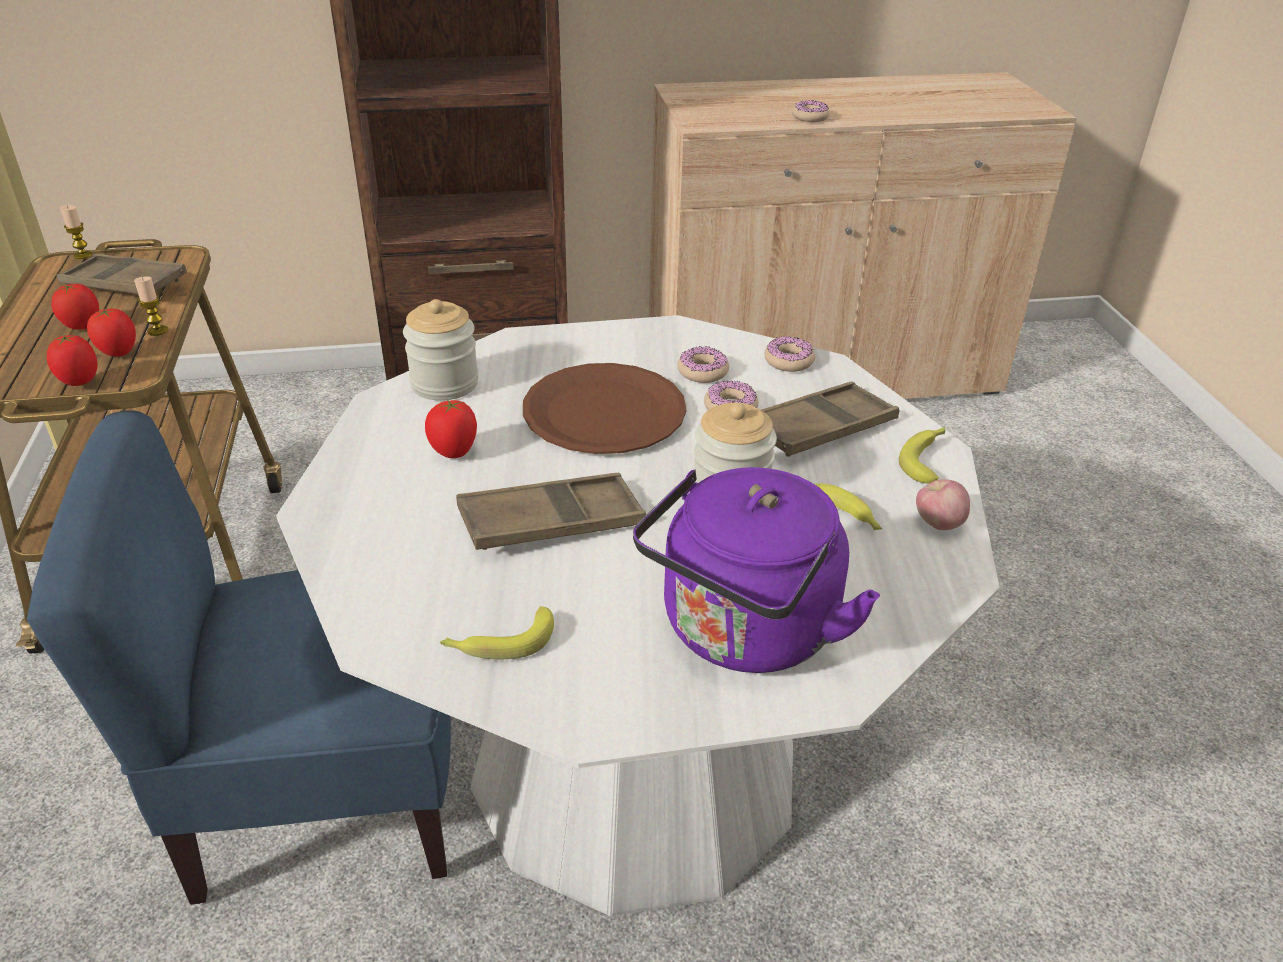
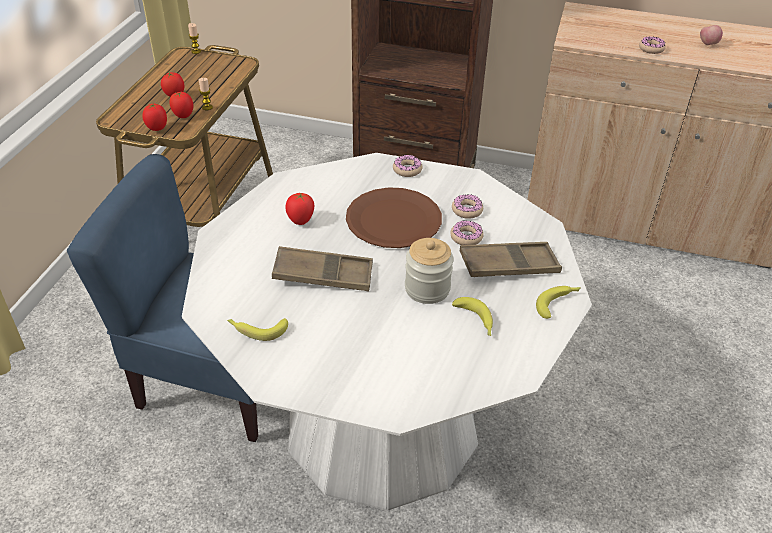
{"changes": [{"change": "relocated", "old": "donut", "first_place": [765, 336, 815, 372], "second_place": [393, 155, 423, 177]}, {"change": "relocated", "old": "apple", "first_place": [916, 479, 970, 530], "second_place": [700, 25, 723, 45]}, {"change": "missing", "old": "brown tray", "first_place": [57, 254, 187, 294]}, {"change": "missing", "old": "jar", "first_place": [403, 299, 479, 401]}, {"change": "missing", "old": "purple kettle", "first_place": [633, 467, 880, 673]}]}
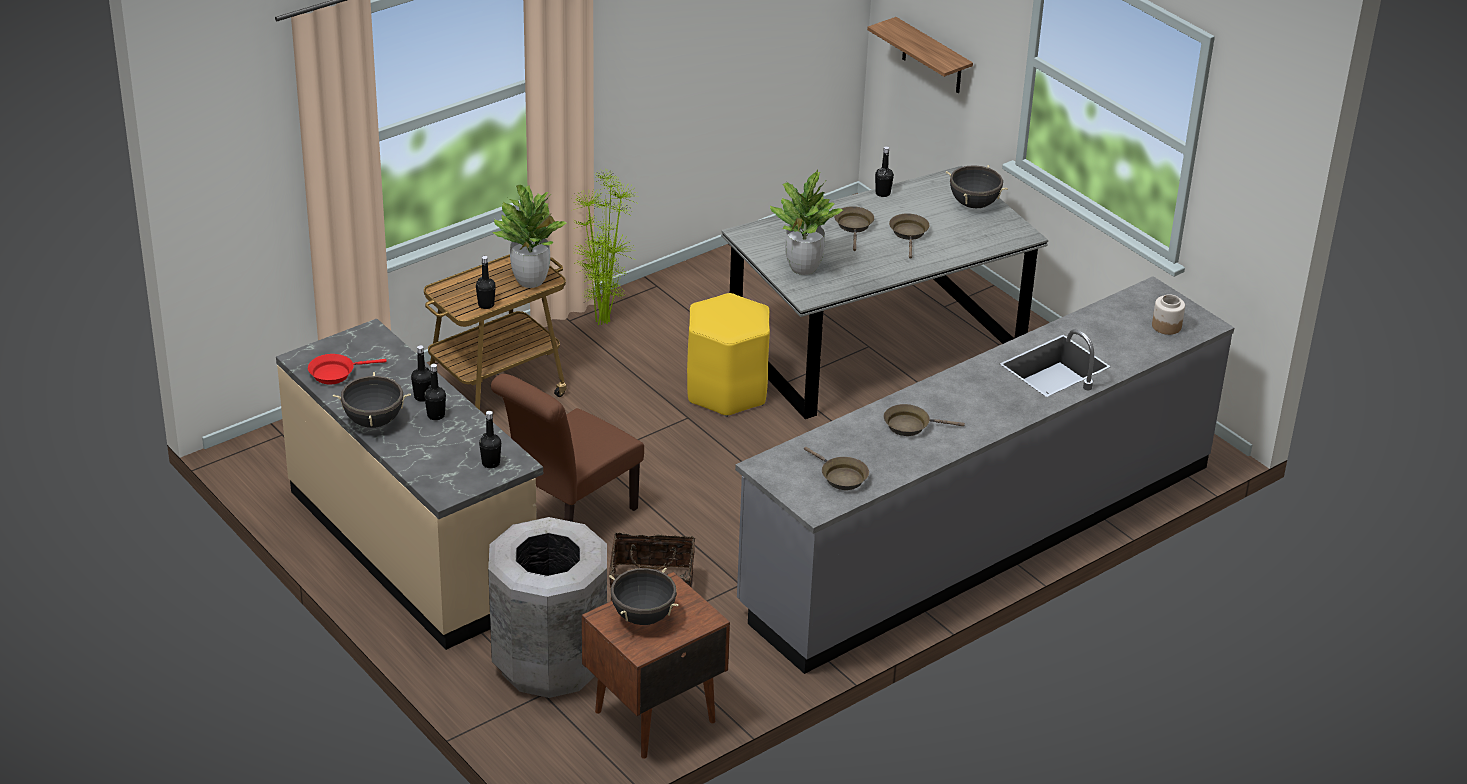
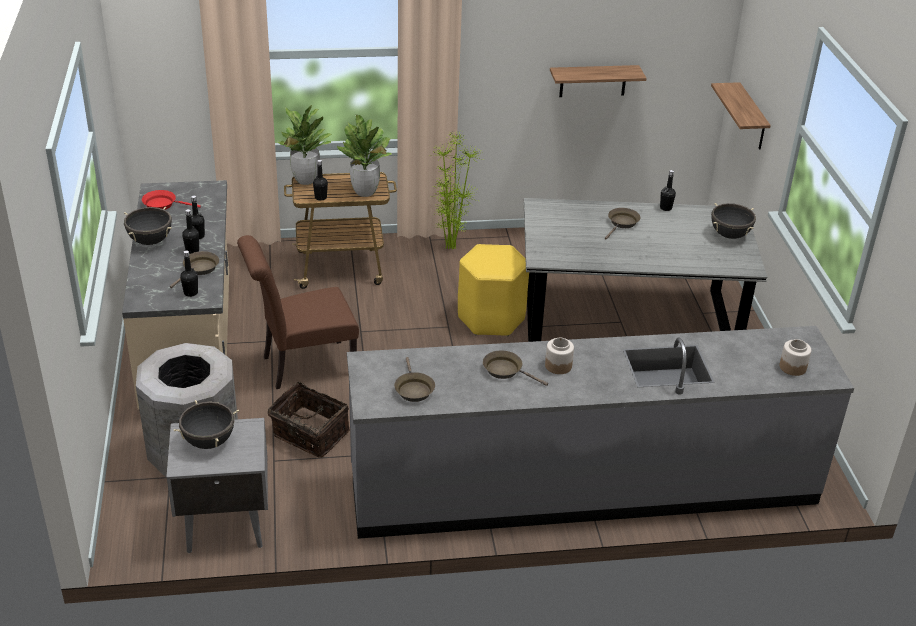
{"changes": [{"change": "colour", "old": "brown nightstand", "new": "grey nightstand", "first_place": [582, 572, 730, 759], "second_place": [166, 418, 268, 553]}, {"change": "relocated", "old": "brown frying pan", "first_place": [889, 213, 930, 259], "second_place": [170, 251, 219, 288]}, {"change": "relocated", "old": "potted plant", "first_place": [770, 170, 844, 275], "second_place": [278, 105, 332, 185]}, {"change": "appeared", "new": "jar", "second_place": [545, 338, 574, 374]}, {"change": "appeared", "new": "shelf", "second_place": [550, 65, 647, 97]}]}
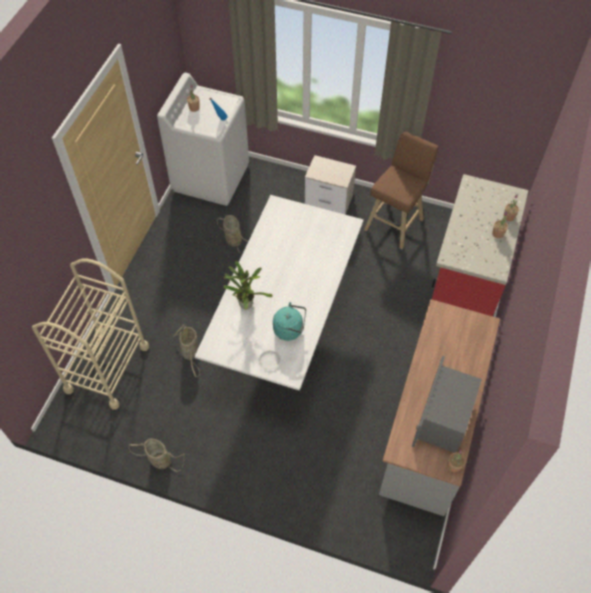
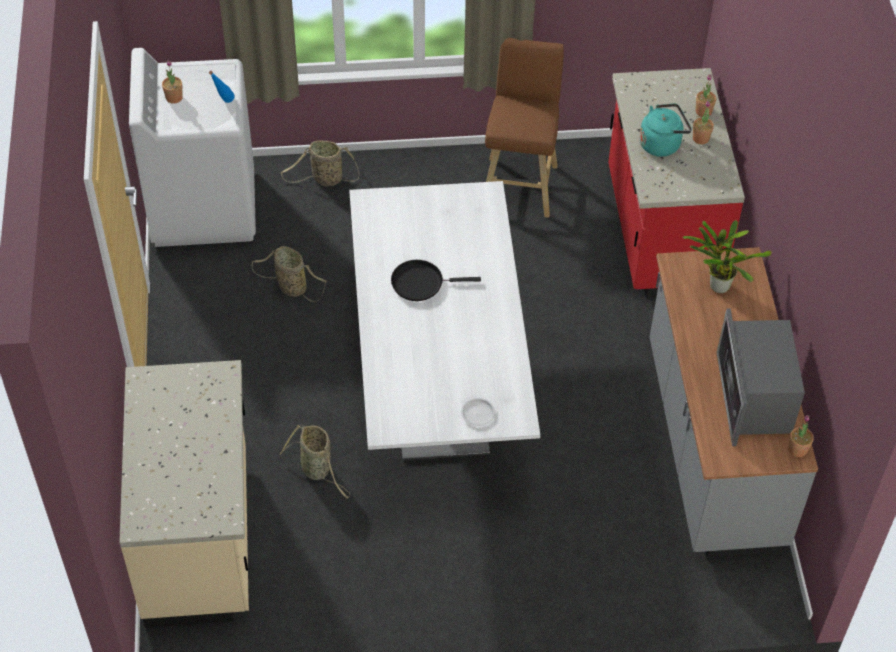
{"changes": [{"change": "exchanged", "old": "beige cart", "new": "beige counter", "first_place": [32, 258, 149, 410], "second_place": [119, 360, 249, 628]}, {"change": "relocated", "old": "basket", "first_place": [129, 439, 185, 471], "second_place": [281, 141, 359, 187]}, {"change": "appeared", "new": "black frying pan", "second_place": [391, 260, 481, 301]}, {"change": "relocated", "old": "turquoise kettle", "first_place": [273, 302, 306, 341], "second_place": [640, 103, 692, 157]}, {"change": "relocated", "old": "potted plant", "first_place": [223, 261, 273, 310], "second_place": [682, 220, 772, 293]}, {"change": "missing", "old": "nightstand", "first_place": [305, 155, 356, 215]}]}
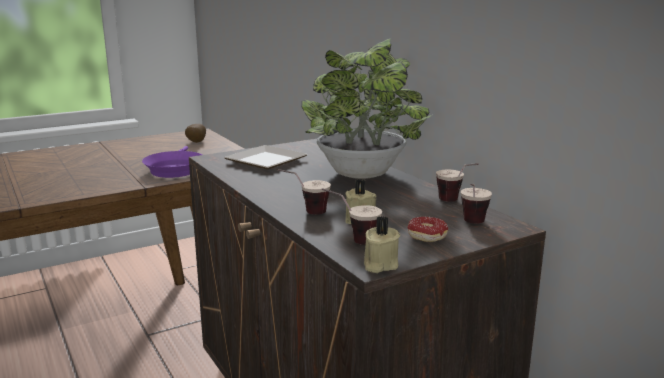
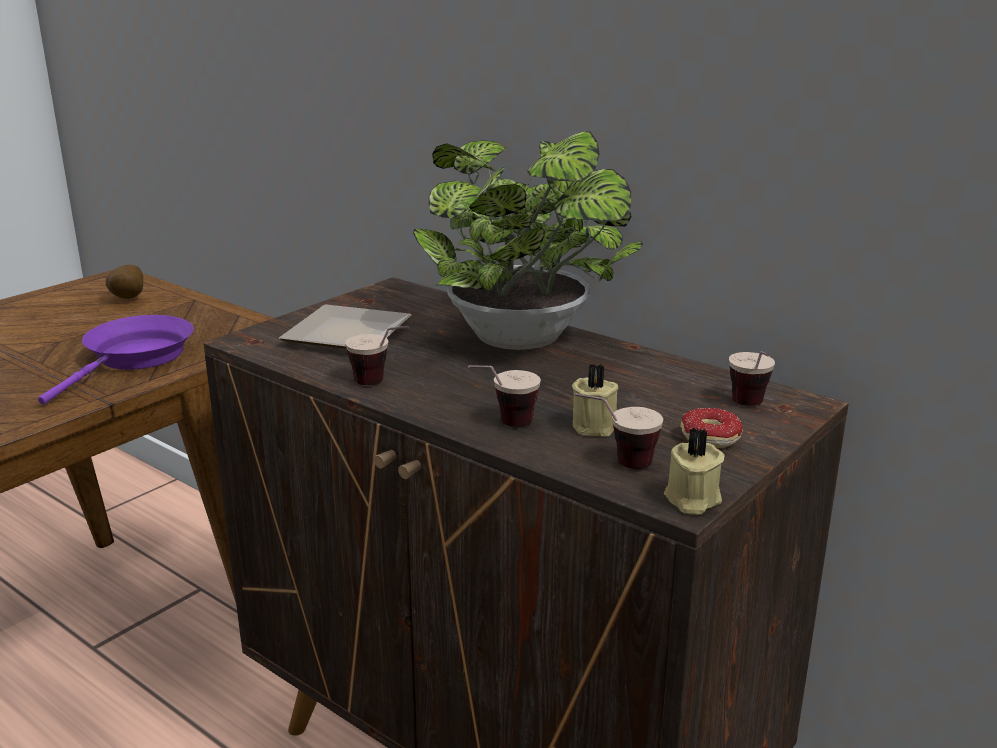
{"changes": [{"change": "spun", "old": "purple frying pan", "first_place": [142, 146, 202, 178], "second_place": [38, 315, 194, 405], "degrees": -135}, {"change": "relocated", "old": "cup", "first_place": [436, 163, 479, 202], "second_place": [345, 326, 409, 385]}]}
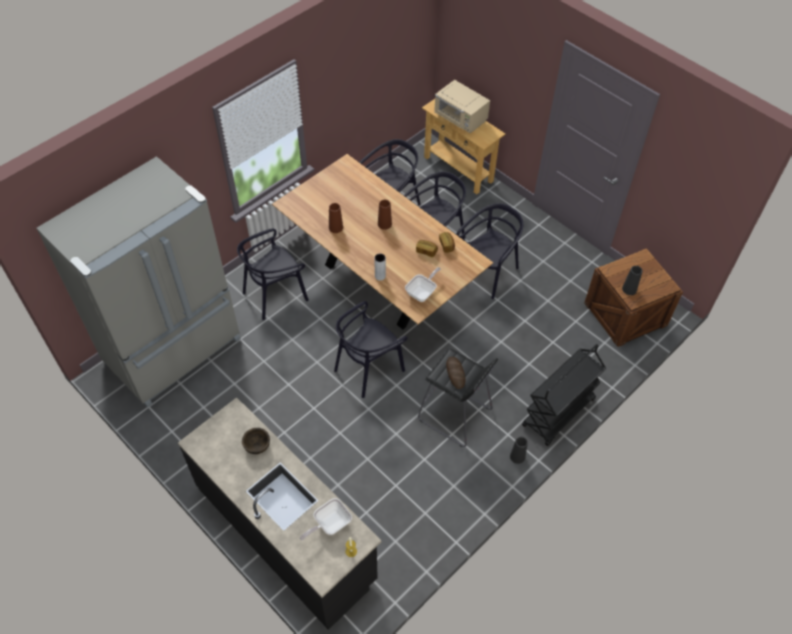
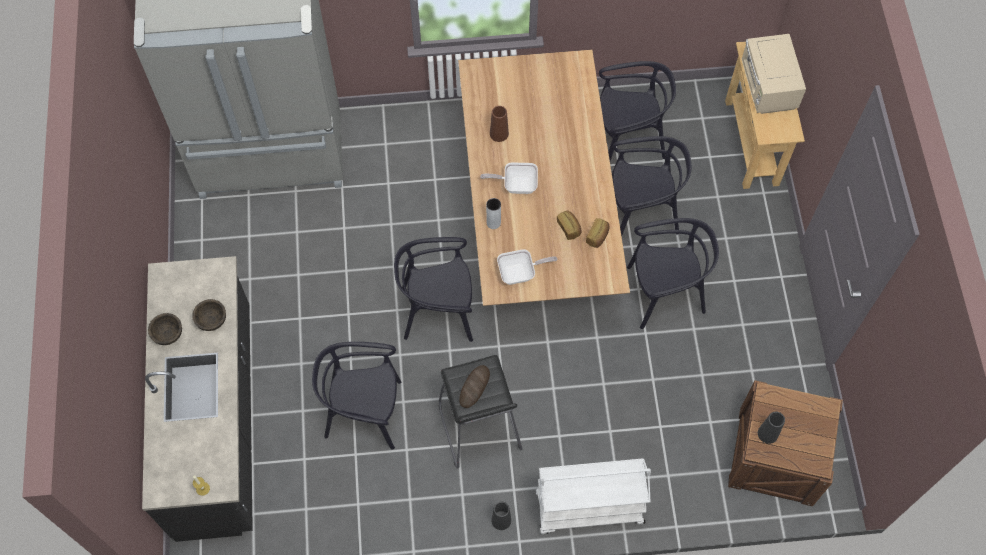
{"changes": [{"change": "appeared", "new": "brown bowl", "second_place": [148, 313, 182, 345]}, {"change": "relocated", "old": "black chair", "first_place": [237, 229, 309, 320], "second_place": [312, 342, 401, 450]}, {"change": "relocated", "old": "frying pan", "first_place": [300, 498, 352, 540], "second_place": [480, 162, 538, 194]}, {"change": "colour", "old": "black cart", "new": "white cart", "first_place": [522, 344, 606, 446], "second_place": [536, 458, 651, 534]}, {"change": "missing", "old": "brown vase", "first_place": [378, 200, 392, 230]}]}
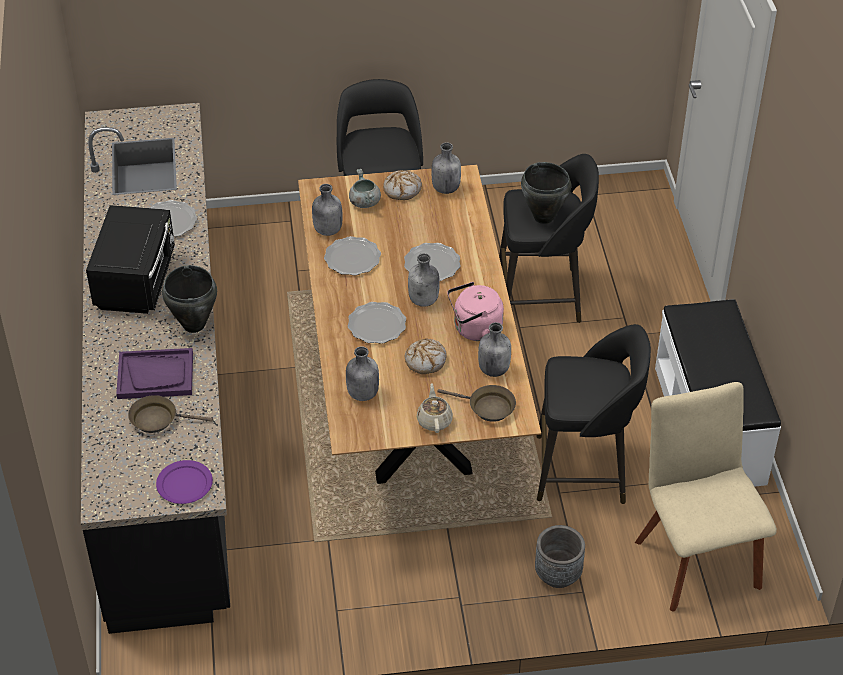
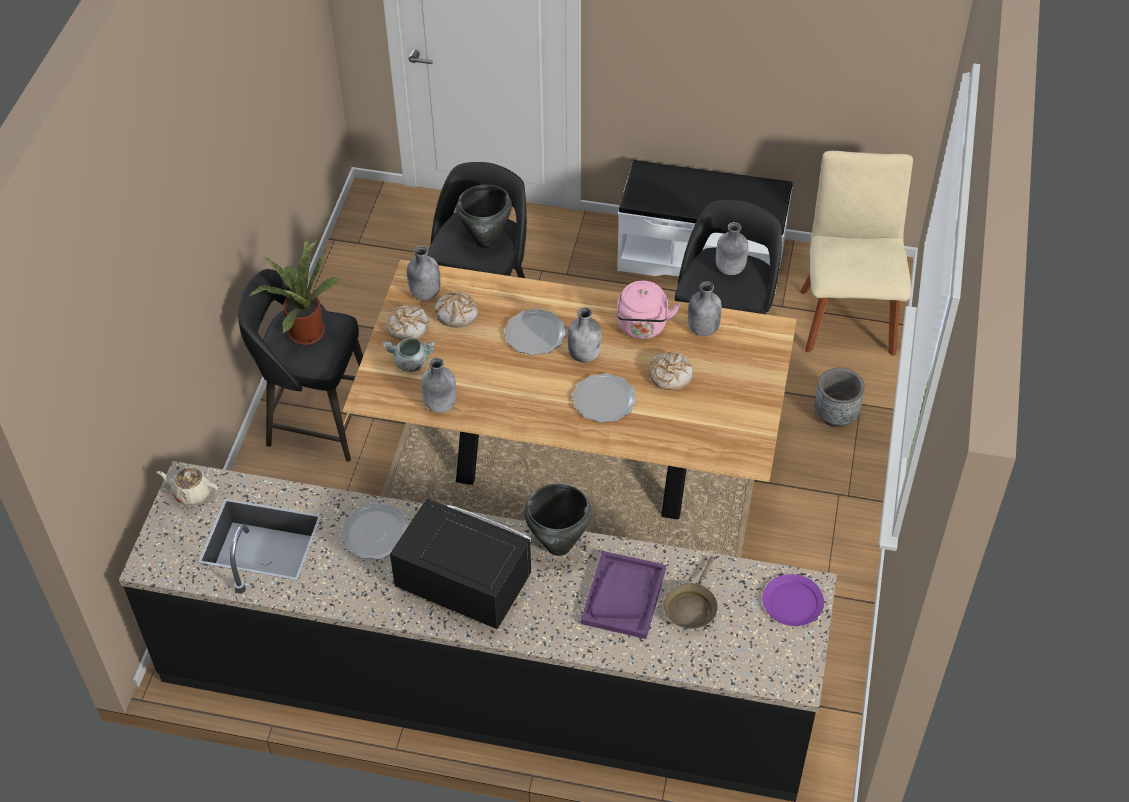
{"changes": [{"change": "relocated", "old": "beige teapot", "first_place": [417, 383, 453, 433], "second_place": [157, 467, 218, 505]}, {"change": "appeared", "new": "potted plant", "second_place": [250, 237, 340, 345]}, {"change": "appeared", "new": "bread", "second_place": [435, 291, 478, 328]}, {"change": "relocated", "old": "grey bottle", "first_place": [346, 346, 379, 401], "second_place": [716, 222, 748, 275]}, {"change": "spun", "old": "beige chair", "first_place": [635, 382, 777, 611], "second_place": [800, 151, 913, 356], "degrees": 90}, {"change": "missing", "old": "plate", "first_place": [324, 236, 381, 276]}, {"change": "missing", "old": "brown frying pan", "first_place": [437, 385, 516, 422]}]}
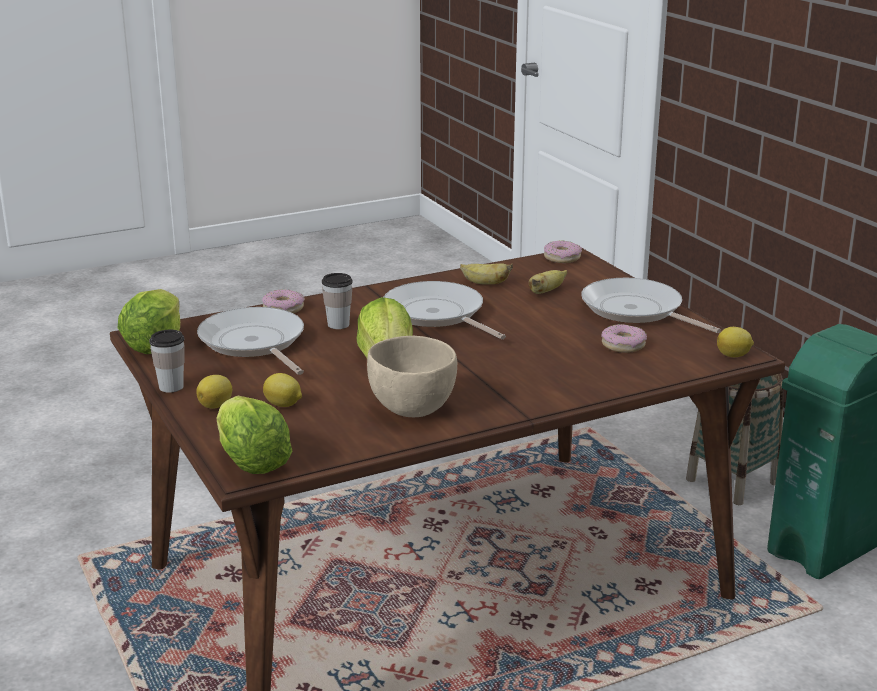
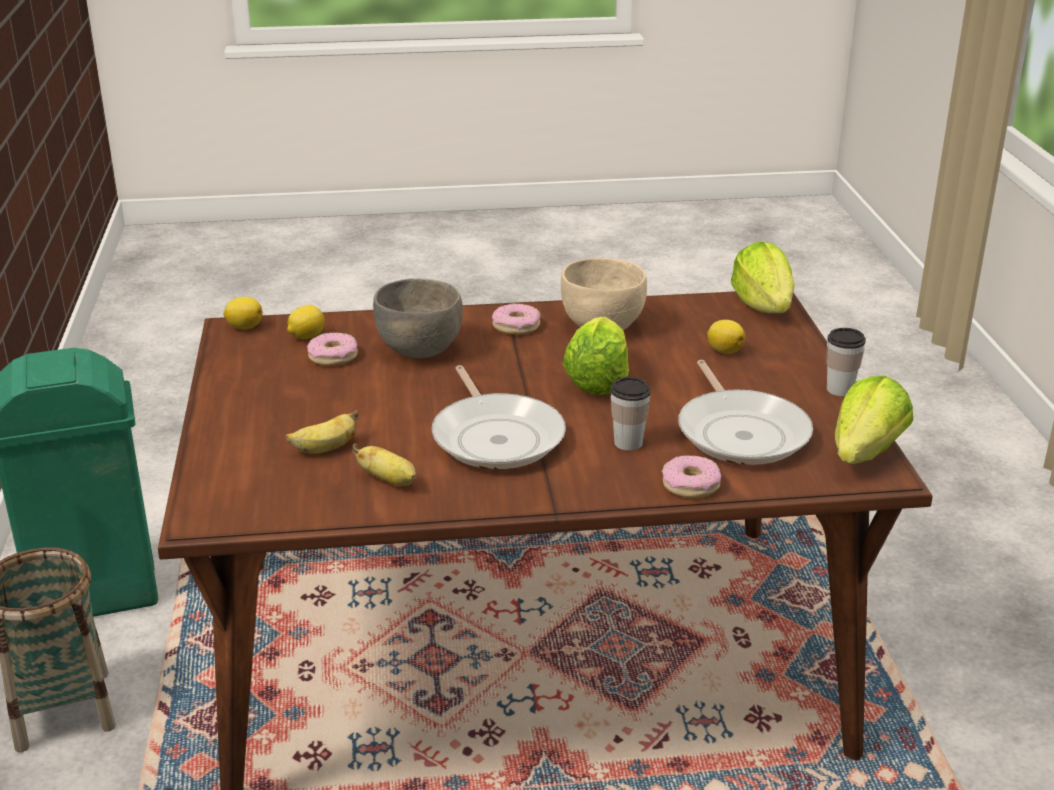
{"changes": [{"change": "relocated", "old": "lemon", "first_place": [196, 375, 232, 409], "second_place": [287, 305, 324, 339]}, {"change": "appeared", "new": "grey bowl", "second_place": [373, 278, 463, 358]}, {"change": "relocated", "old": "donut", "first_place": [544, 241, 582, 263], "second_place": [492, 303, 540, 335]}, {"change": "missing", "old": "frying pan", "first_place": [581, 278, 721, 333]}]}
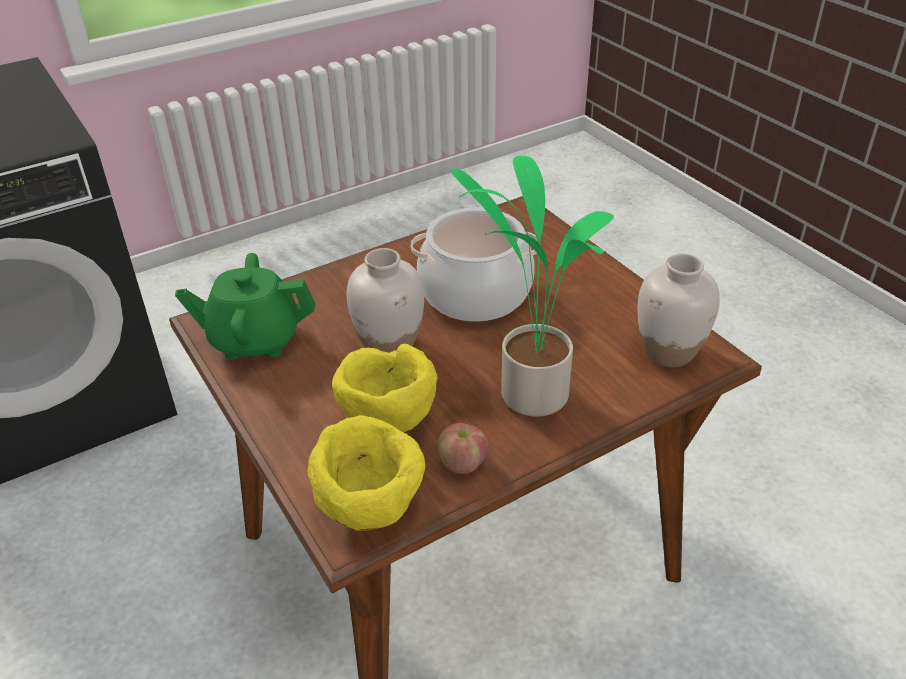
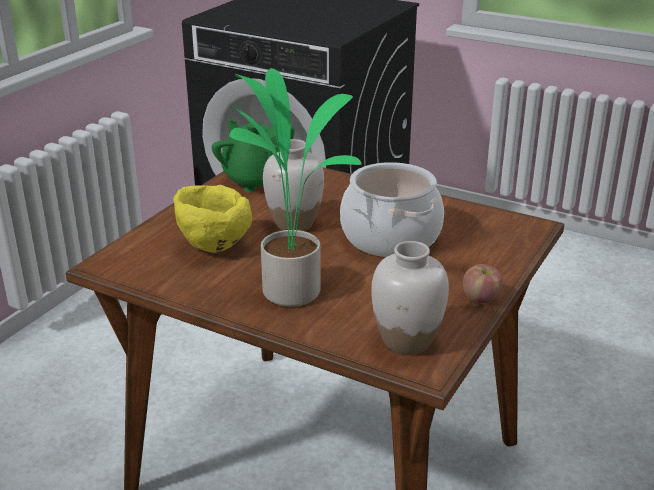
{"changes": [{"change": "relocated", "old": "apple", "first_place": [438, 423, 488, 474], "second_place": [463, 264, 503, 303]}, {"change": "missing", "old": "yellow bowl", "first_place": [308, 415, 425, 531]}]}
